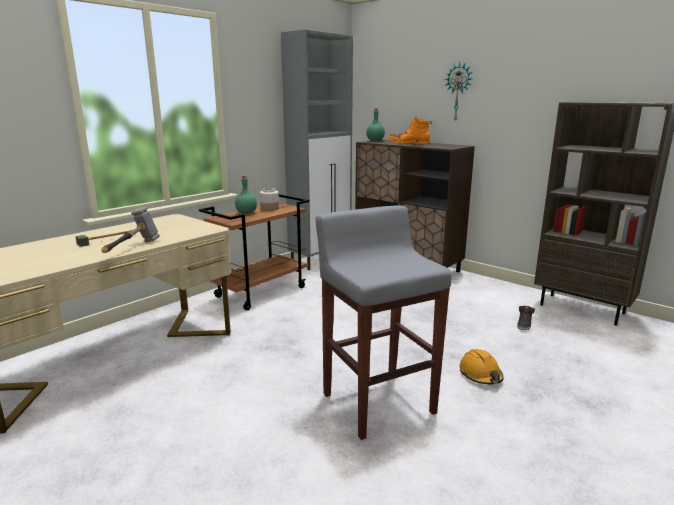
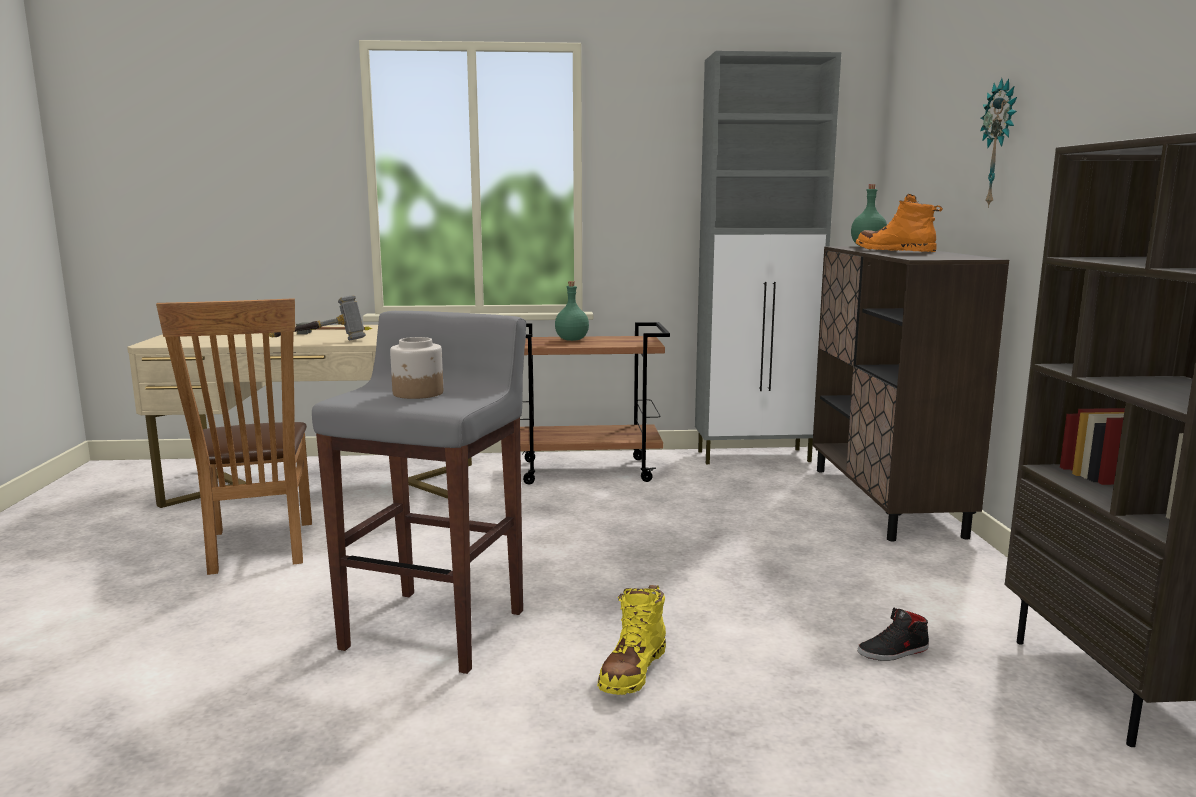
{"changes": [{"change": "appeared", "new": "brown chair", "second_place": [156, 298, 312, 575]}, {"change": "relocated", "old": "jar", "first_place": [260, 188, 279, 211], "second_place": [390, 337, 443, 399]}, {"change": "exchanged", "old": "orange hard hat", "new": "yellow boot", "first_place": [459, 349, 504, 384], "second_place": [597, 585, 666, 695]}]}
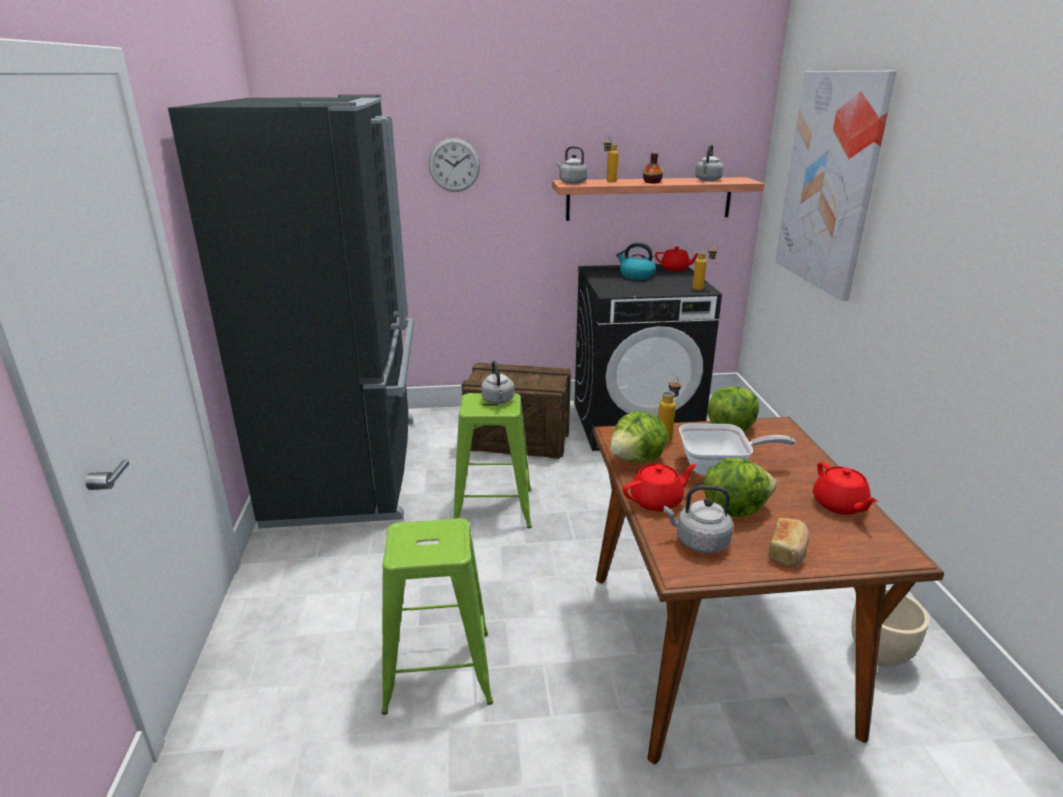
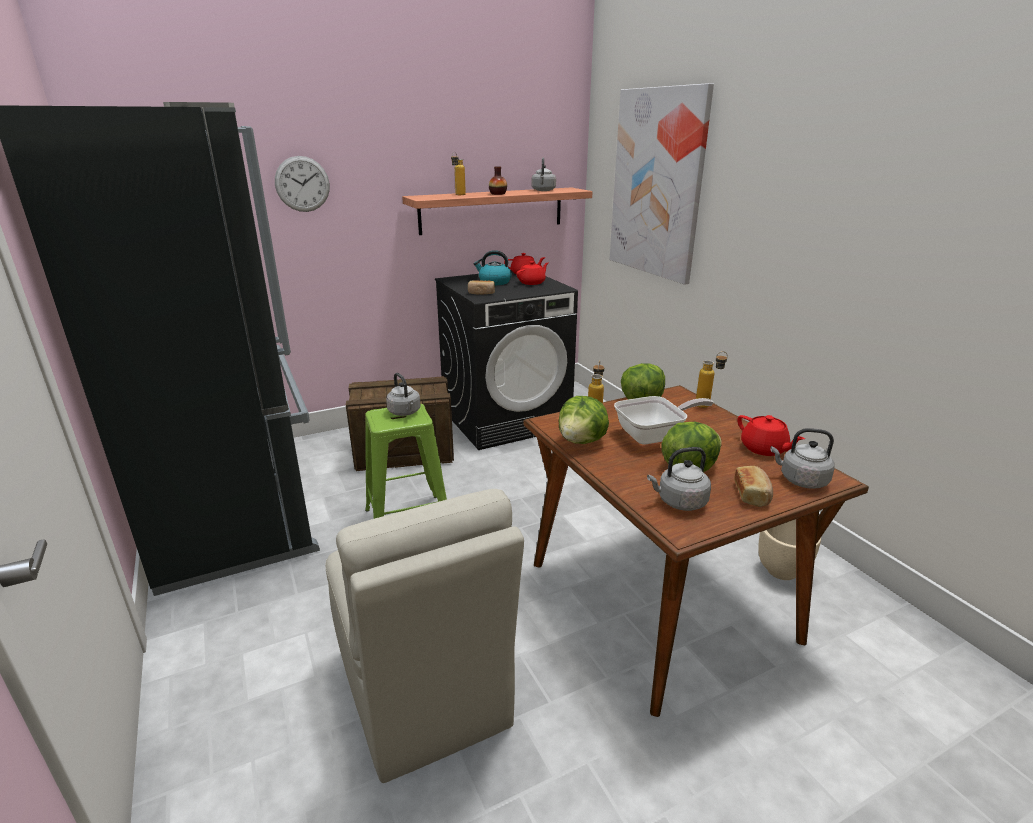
{"changes": [{"change": "exchanged", "old": "green stool", "new": "beige chair", "first_place": [381, 518, 493, 715], "second_place": [325, 489, 524, 783]}, {"change": "appeared", "new": "bread", "second_place": [468, 280, 495, 294]}, {"change": "relocated", "old": "red teapot", "first_place": [623, 464, 697, 511], "second_place": [516, 261, 548, 285]}, {"change": "relocated", "old": "bottle", "first_place": [693, 245, 718, 290], "second_place": [696, 351, 728, 408]}, {"change": "relocated", "old": "grey kettle", "first_place": [556, 146, 588, 184], "second_place": [771, 428, 835, 489]}]}
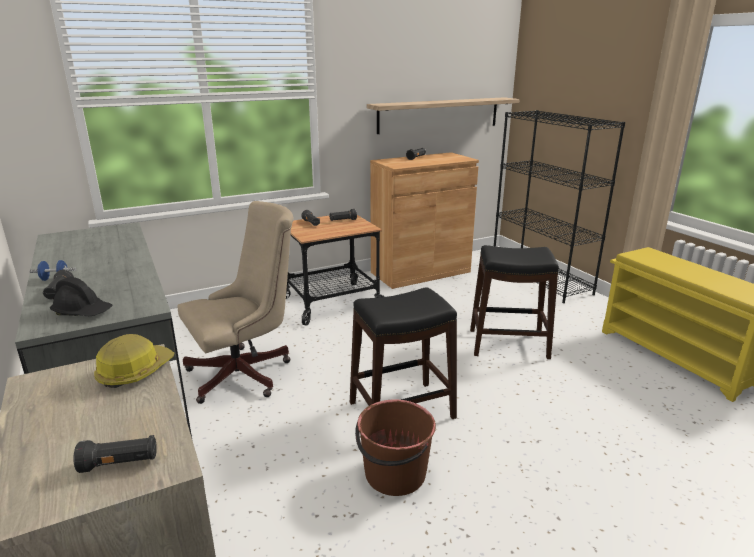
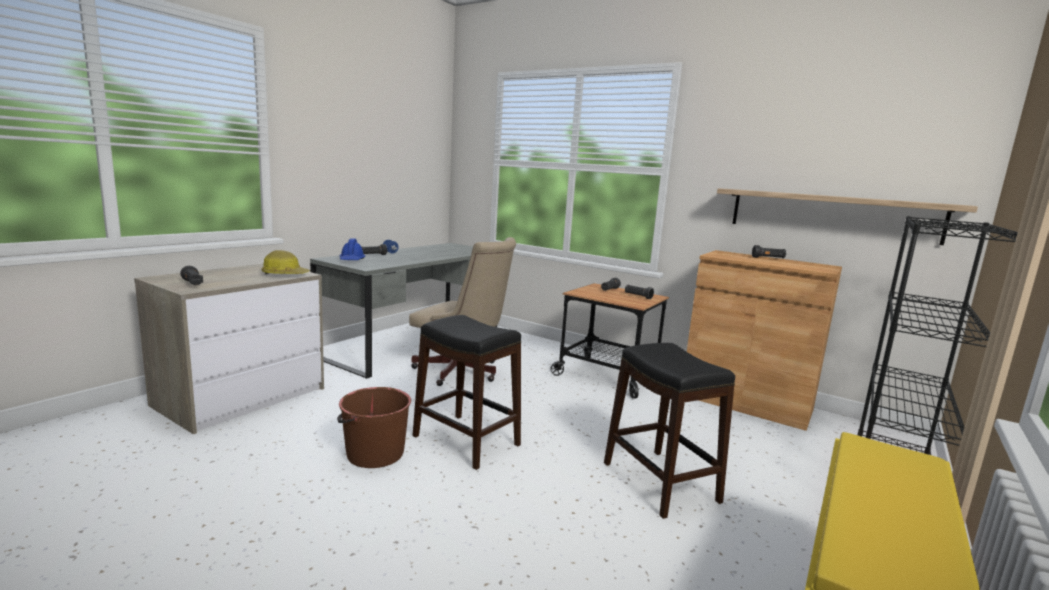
{"changes": [{"change": "colour", "old": "black hard hat", "new": "blue hard hat", "first_place": [50, 277, 112, 316], "second_place": [340, 238, 365, 260]}]}
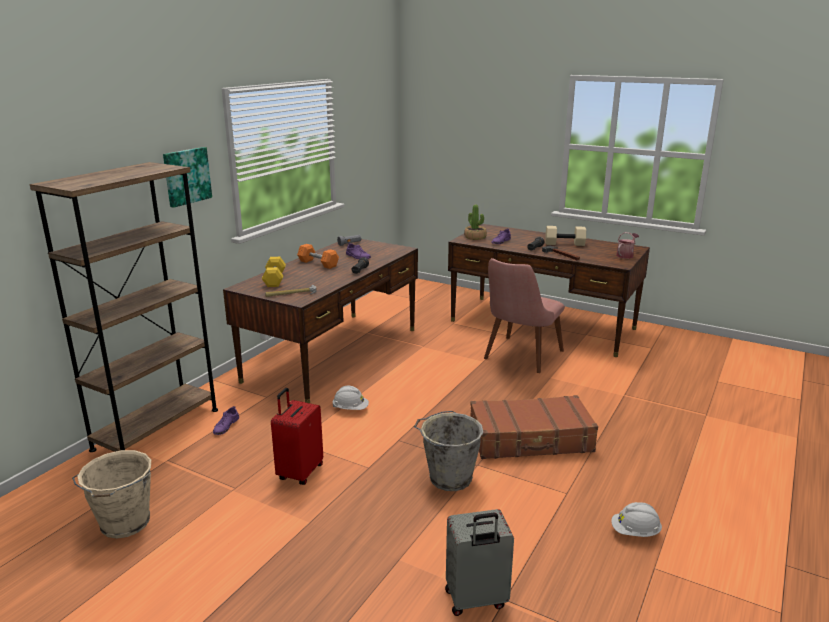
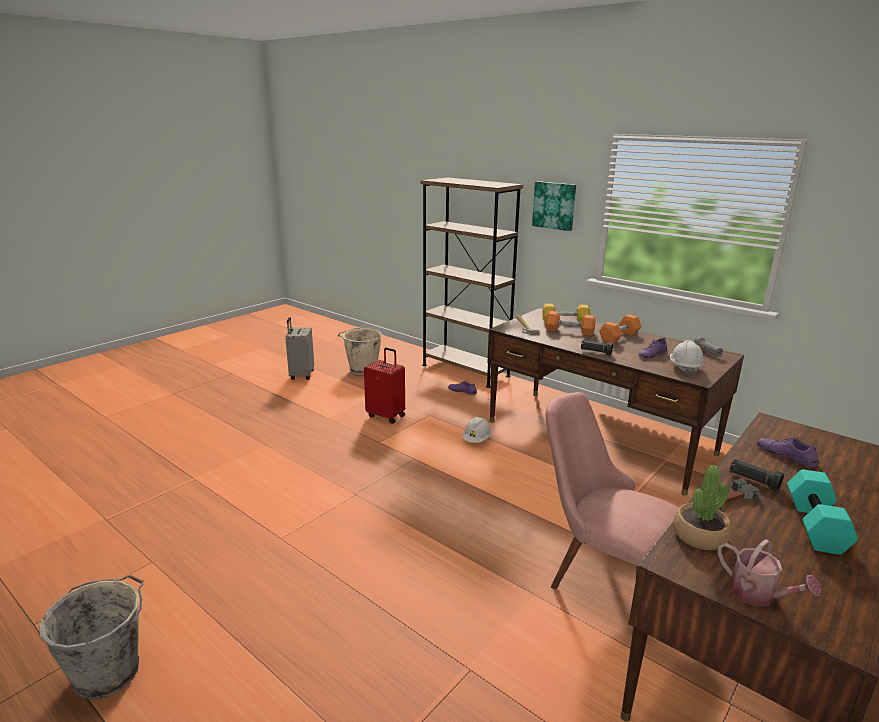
{"changes": [{"change": "relocated", "old": "grey bucket", "first_place": [414, 411, 483, 491], "second_place": [39, 575, 144, 700]}, {"change": "relocated", "old": "grey suitcase", "first_place": [445, 509, 514, 616], "second_place": [285, 317, 314, 380]}, {"change": "appeared", "new": "orange dumbbell", "second_place": [546, 311, 596, 336]}, {"change": "relocated", "old": "white hard hat", "first_place": [611, 502, 662, 537], "second_place": [670, 340, 704, 375]}, {"change": "relocated", "old": "potted plant", "first_place": [464, 204, 487, 240], "second_place": [673, 465, 732, 550]}, {"change": "colour", "old": "beige dumbbell", "new": "turquoise dumbbell", "first_place": [545, 226, 586, 246], "second_place": [787, 469, 858, 555]}, {"change": "missing", "old": "brown suitcase", "first_place": [471, 395, 598, 459]}]}
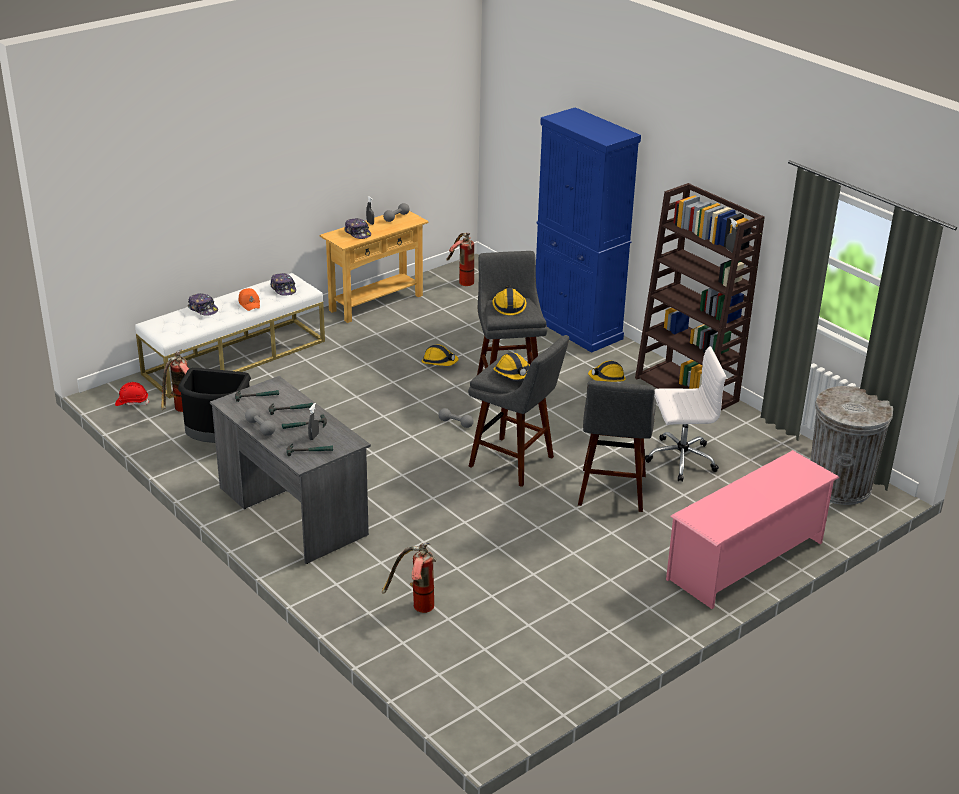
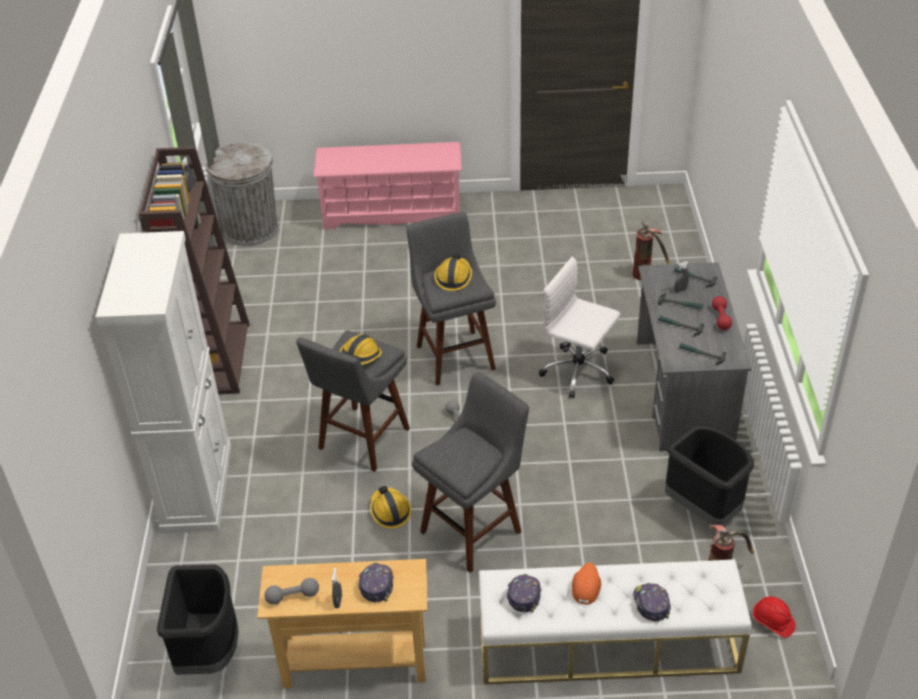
{"changes": [{"change": "colour", "old": "blue cabinet", "new": "white cabinet", "first_place": [536, 107, 641, 353], "second_place": [96, 231, 231, 533]}, {"change": "exchanged", "old": "fire extinguisher", "new": "black trash can", "first_place": [446, 232, 474, 286], "second_place": [157, 565, 239, 675]}, {"change": "relocated", "old": "grey stool", "first_place": [578, 380, 656, 512], "second_place": [412, 372, 529, 573]}, {"change": "relocated", "old": "white office chair", "first_place": [645, 346, 726, 482], "second_place": [539, 256, 620, 398]}, {"change": "colour", "old": "grey dumbbell", "new": "red dumbbell", "first_place": [245, 408, 275, 436], "second_place": [712, 296, 732, 330]}, {"change": "missing", "old": "hard hat", "first_place": [588, 361, 626, 382]}]}
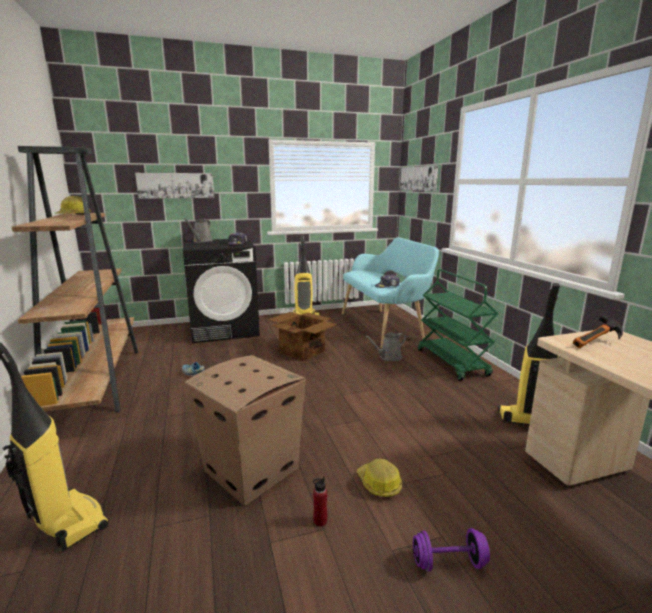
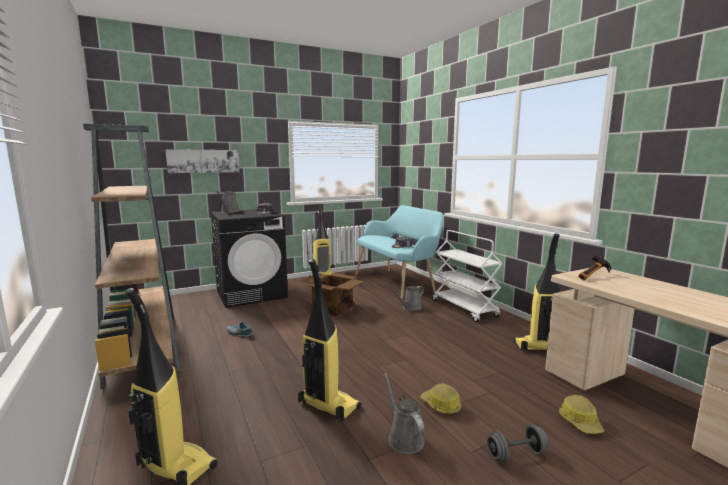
{"changes": [{"change": "exchanged", "old": "cardboard box", "new": "vacuum cleaner", "first_place": [185, 355, 306, 505], "second_place": [298, 259, 361, 421]}, {"change": "exchanged", "old": "red bottle", "new": "grey watering can", "first_place": [313, 477, 327, 526], "second_place": [384, 373, 425, 454]}, {"change": "colour", "old": "green cart", "new": "white cart", "first_place": [418, 269, 499, 381], "second_place": [432, 230, 503, 322]}, {"change": "colour", "old": "purple dumbbell", "new": "grey dumbbell", "first_place": [412, 528, 490, 571], "second_place": [487, 424, 549, 462]}, {"change": "relocated", "old": "hard hat", "first_place": [56, 196, 91, 215], "second_place": [559, 395, 604, 434]}, {"change": "missing", "old": "picture", "first_place": [400, 166, 438, 191]}]}
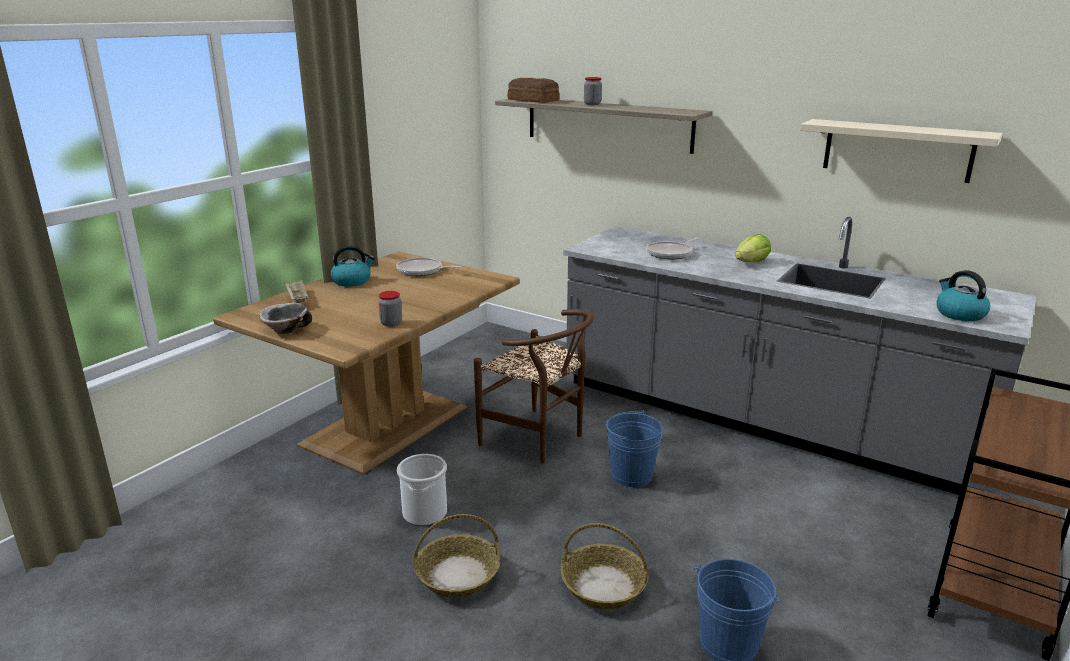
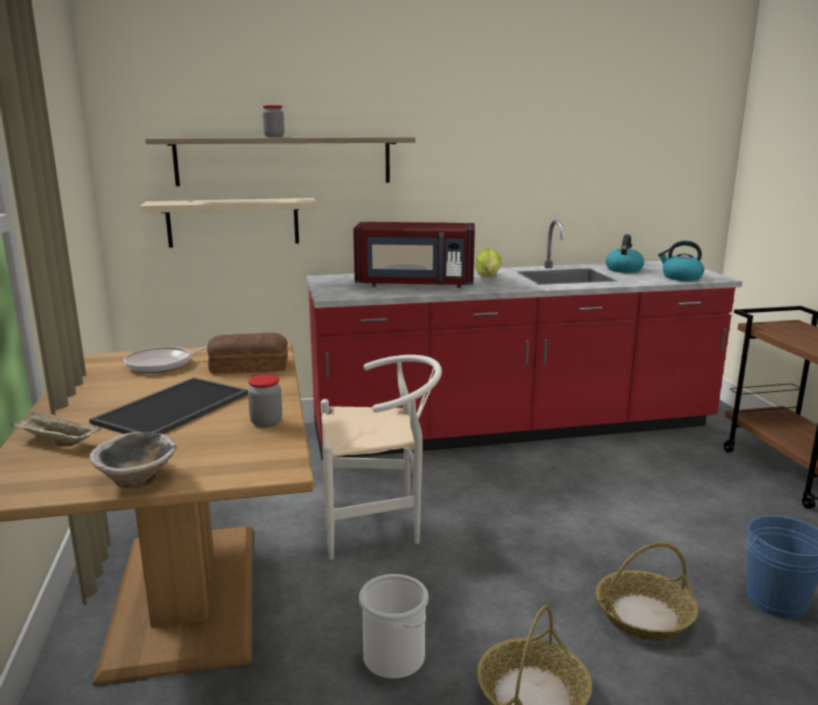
{"changes": [{"change": "appeared", "new": "tray", "second_place": [89, 377, 248, 434]}, {"change": "relocated", "old": "beige shelf", "first_place": [800, 119, 1003, 183], "second_place": [140, 198, 317, 248]}, {"change": "relocated", "old": "bread", "first_place": [508, 78, 559, 103], "second_place": [207, 333, 288, 374]}, {"change": "colour", "old": "grey counter", "new": "red counter", "first_place": [563, 217, 1036, 495], "second_place": [306, 220, 742, 460]}, {"change": "colour", "old": "brown chair", "new": "white chair", "first_place": [474, 309, 594, 464], "second_place": [321, 355, 442, 560]}, {"change": "exchanged", "old": "frying pan", "new": "red microwave", "first_place": [646, 237, 700, 259], "second_place": [353, 222, 475, 288]}, {"change": "relocated", "old": "kettle", "first_place": [331, 245, 375, 287], "second_place": [606, 234, 644, 273]}, {"change": "missing", "old": "blue bucket", "first_place": [606, 410, 662, 487]}]}
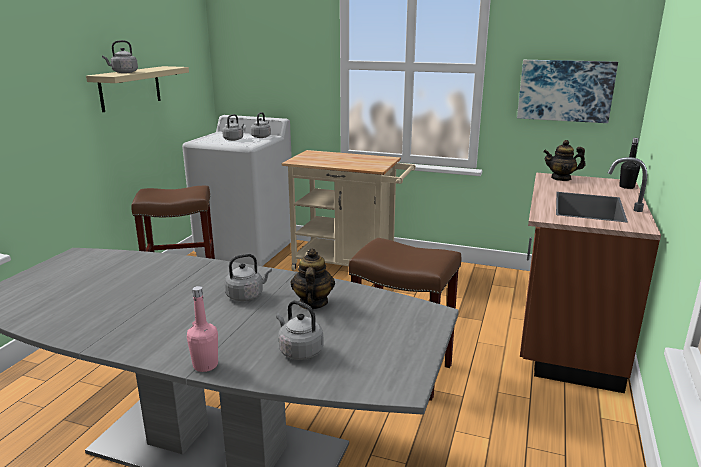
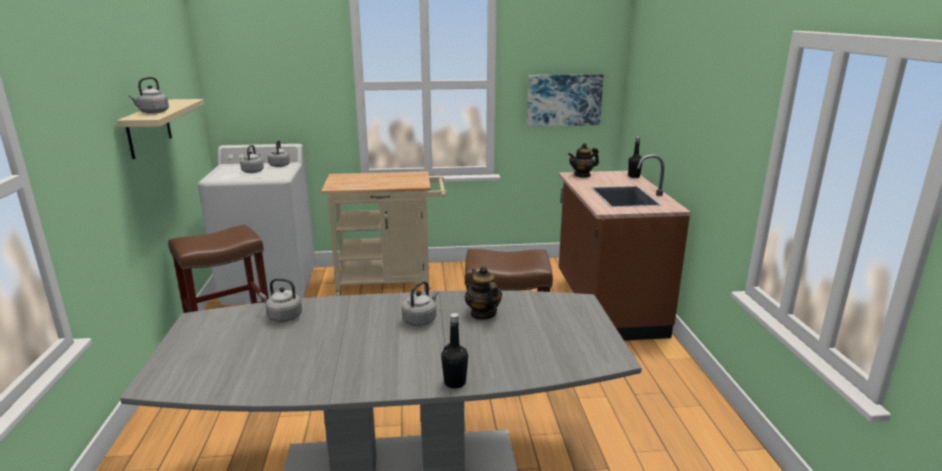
{"changes": [{"change": "relocated", "old": "grey kettle", "first_place": [276, 300, 324, 360], "second_place": [259, 278, 302, 322]}, {"change": "colour", "old": "pink bottle", "new": "black bottle", "first_place": [187, 286, 218, 372], "second_place": [441, 313, 468, 389]}]}
